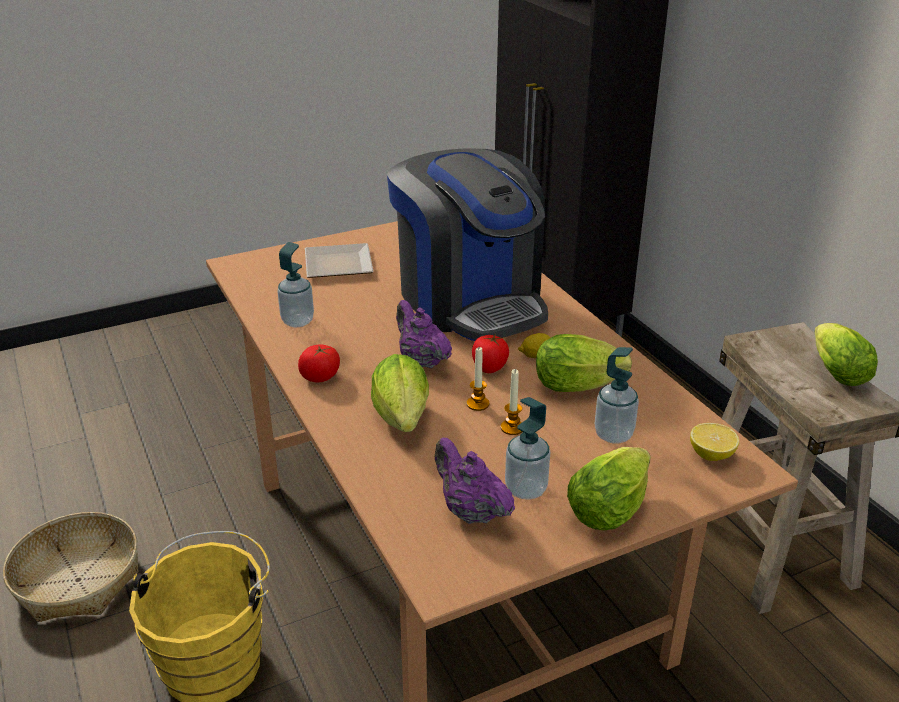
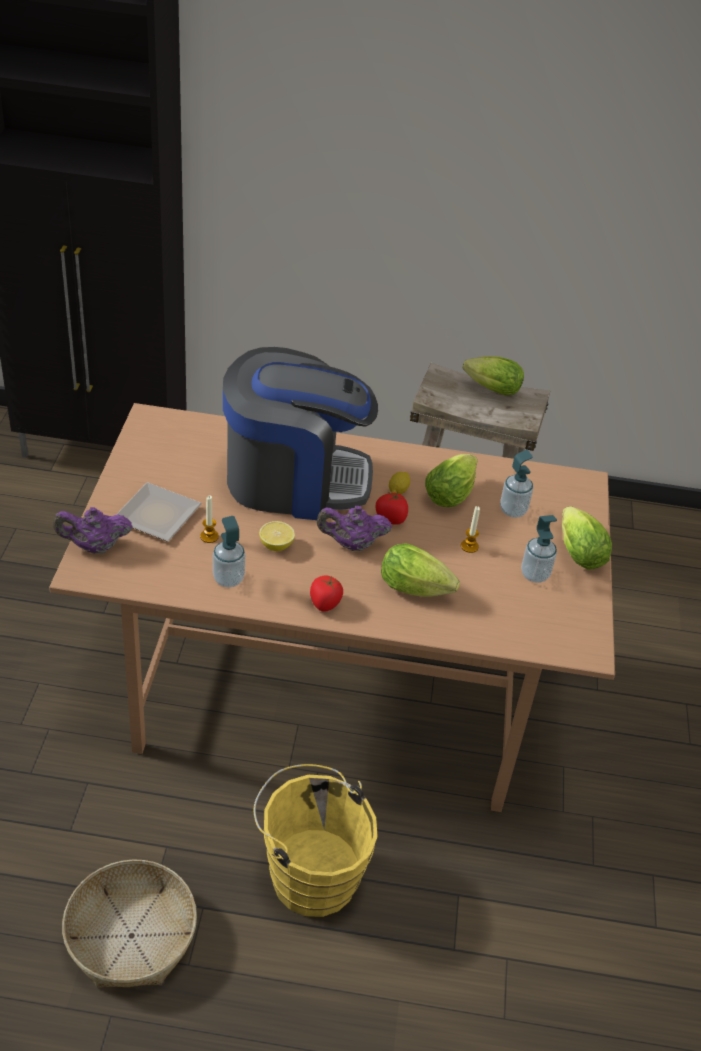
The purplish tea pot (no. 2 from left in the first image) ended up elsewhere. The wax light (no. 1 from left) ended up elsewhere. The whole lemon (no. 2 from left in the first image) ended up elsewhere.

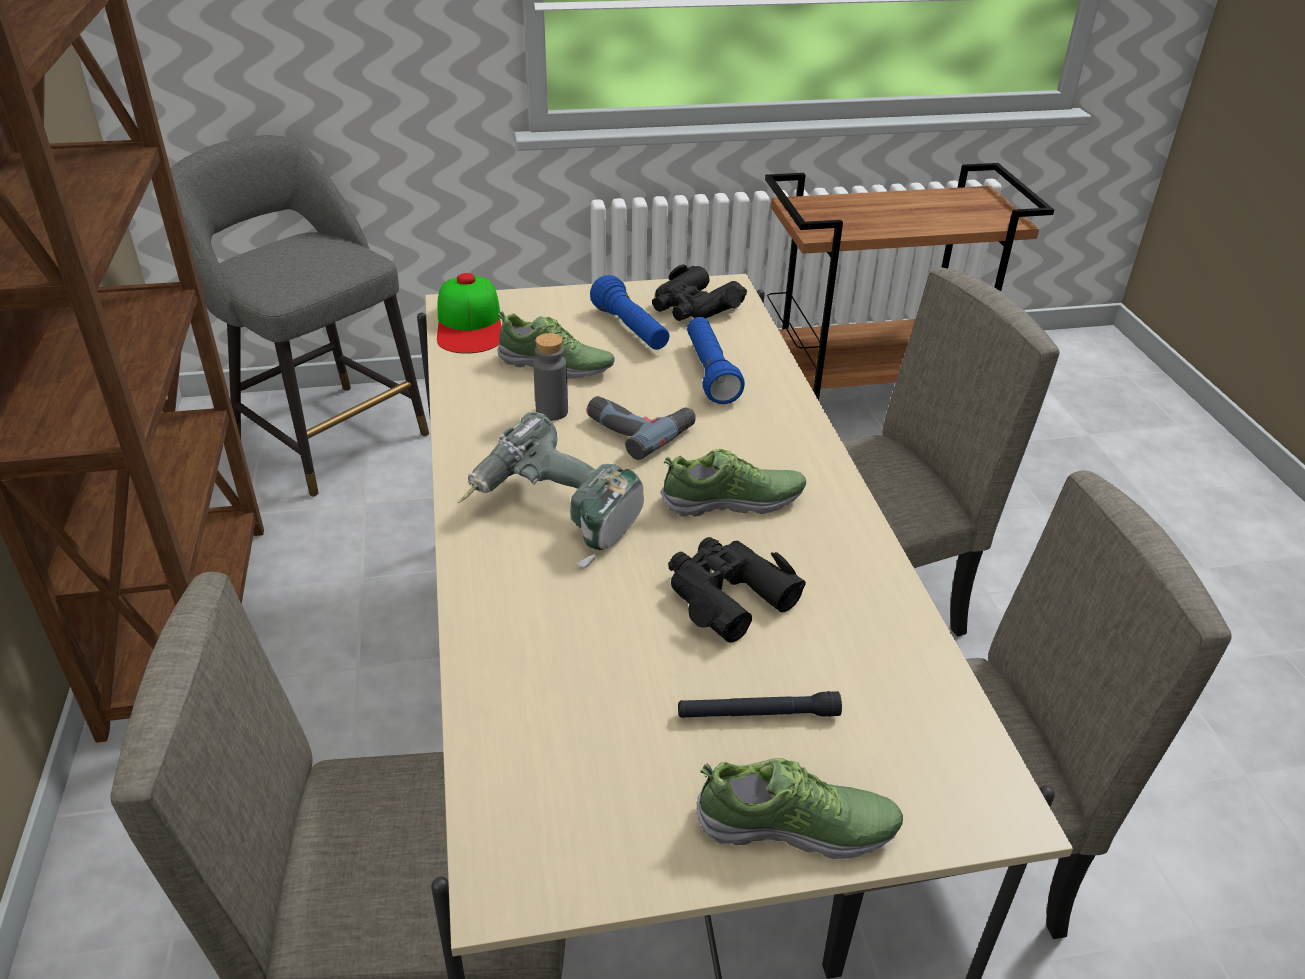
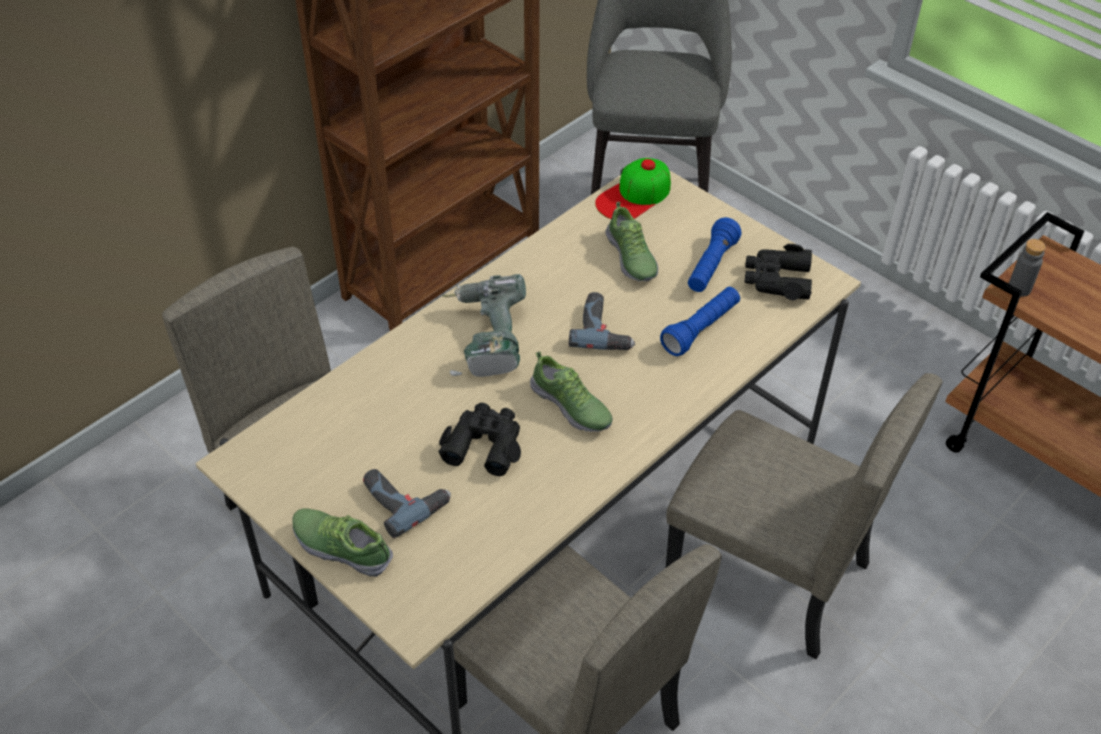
The gray beverage bottle ended up elsewhere. Where the black torch stood, the electric drill (no. 1 from left) came to stand. The shoe (no. 3 from left in the first image) ended up facing another way, 150 degrees clockwise from before.

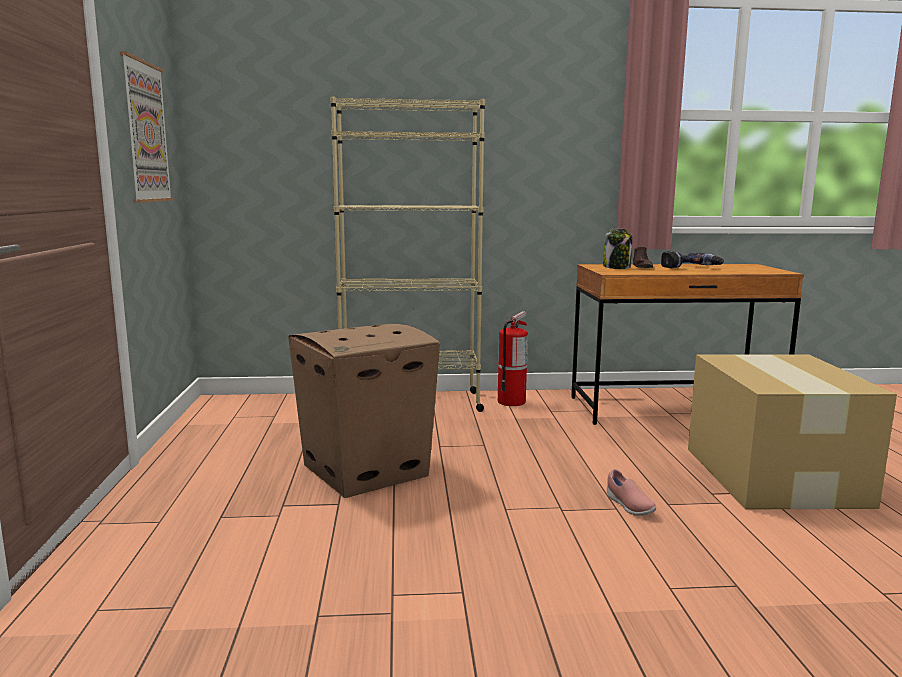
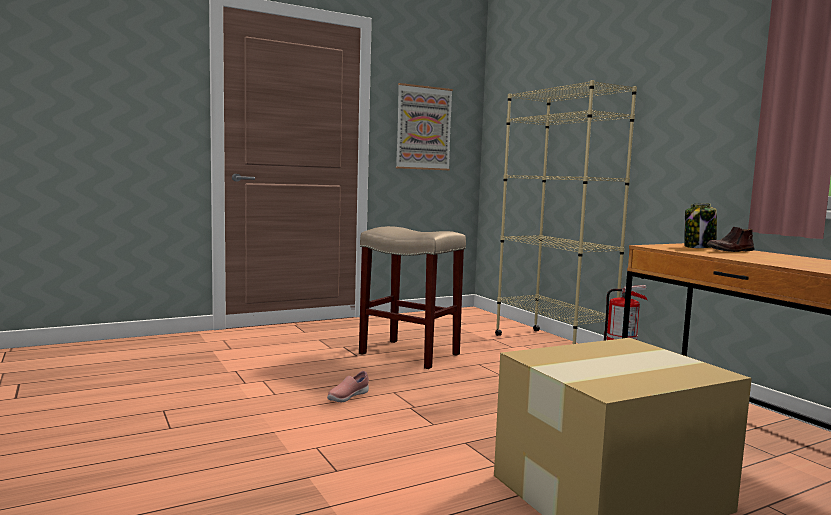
Where the carton (no. 1 from left) stood, the sand-coloured sitting stool came to stand. The pinkish shoe ended up elsewhere. The second view lost the electric drill.

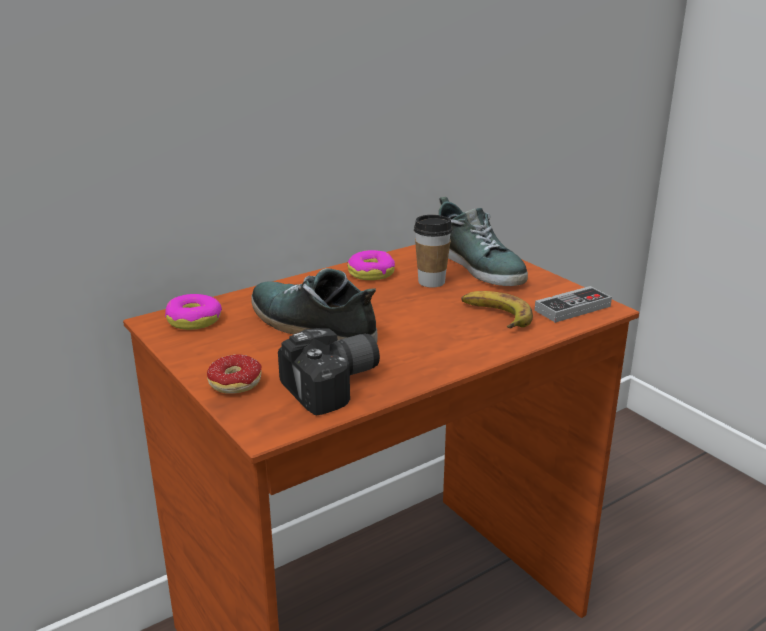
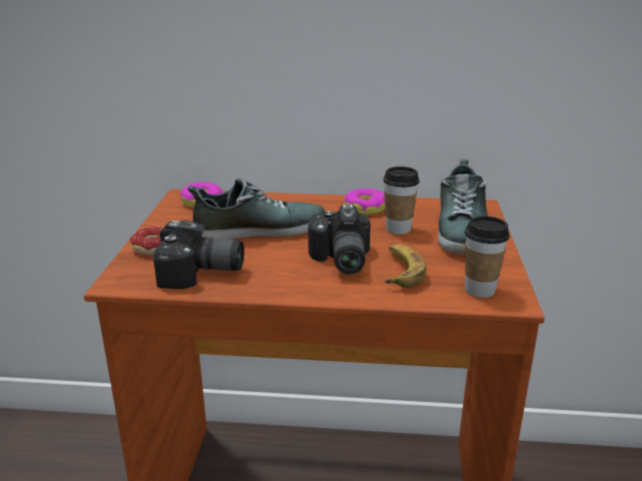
The shoe (no. 1 from left) ended up facing another way, 90 degrees clockwise from before. Where the gamepad stood, the small cup (no. 2 from left) came to stand. The second view gained the photo camera (no. 2 from left).

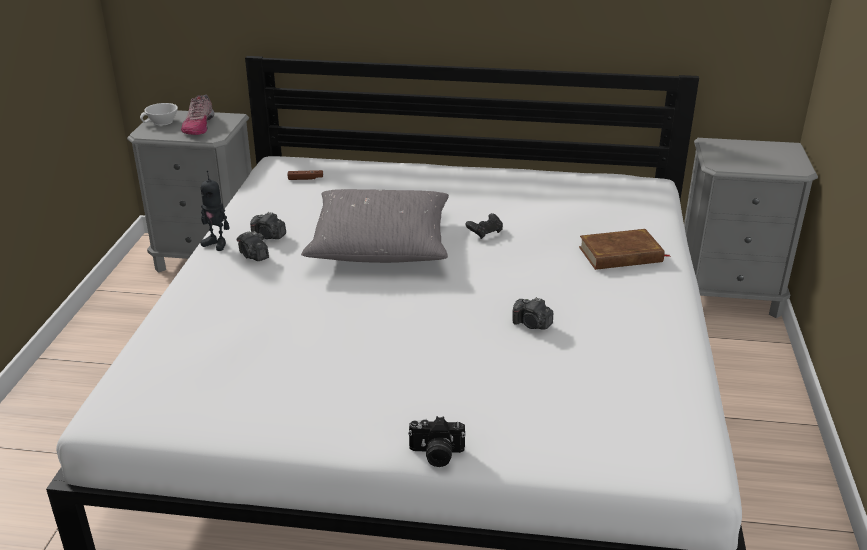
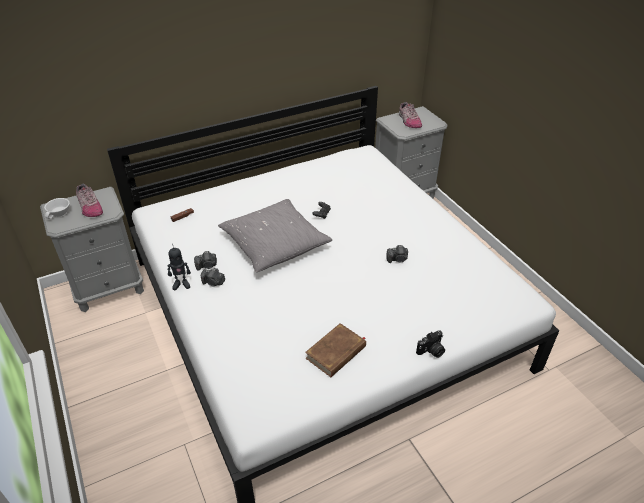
The brown-coloured bound book ended up elsewhere. The second view gained the shoe (no. 2 from left).

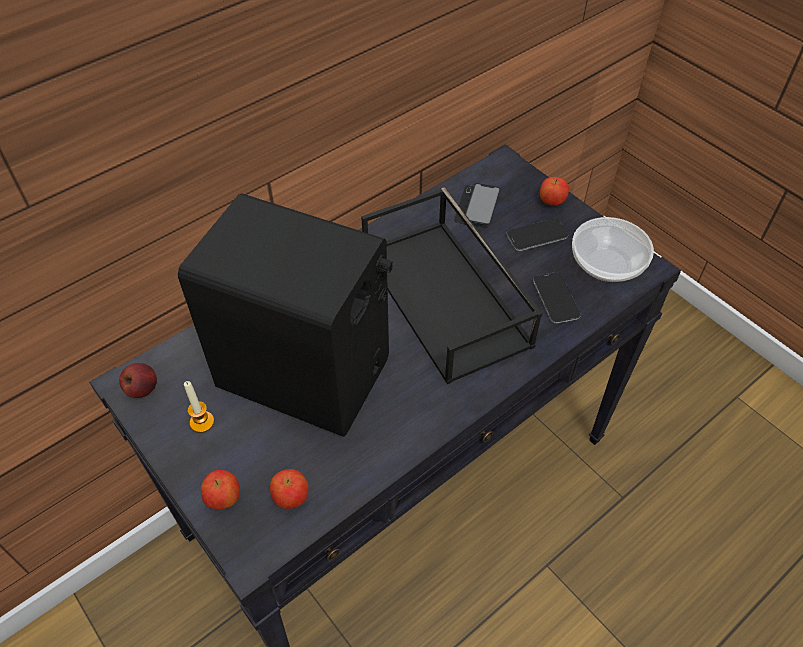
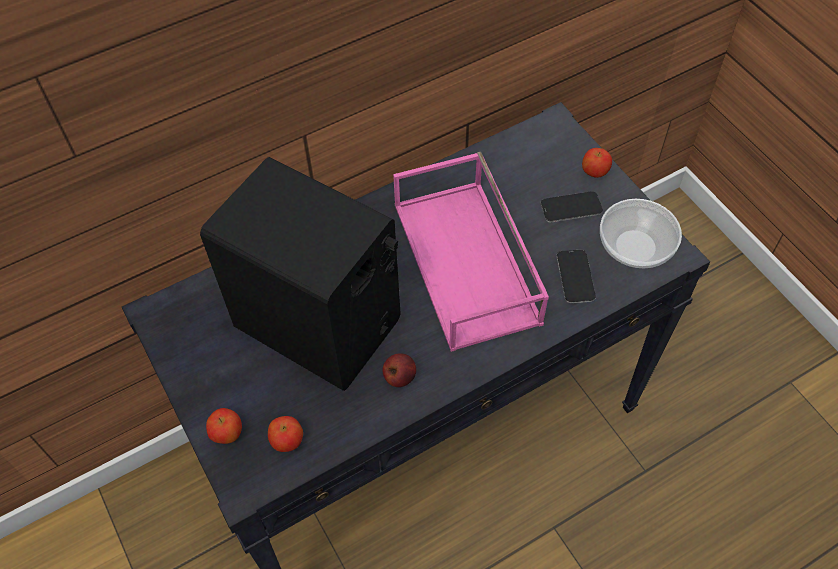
The apple (no. 1 from left in the first image) ended up elsewhere. The second view lost the wax light. What was the black tray turned into the pinkish tray. The second view lost the phone (no. 1 from left).

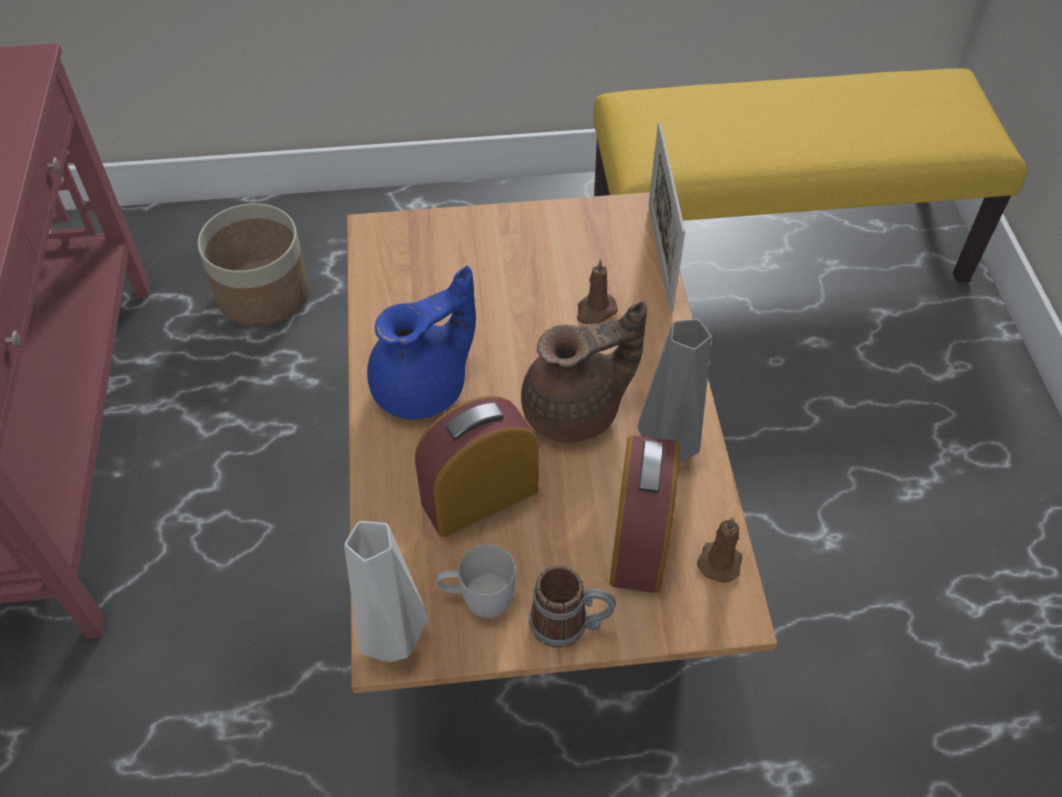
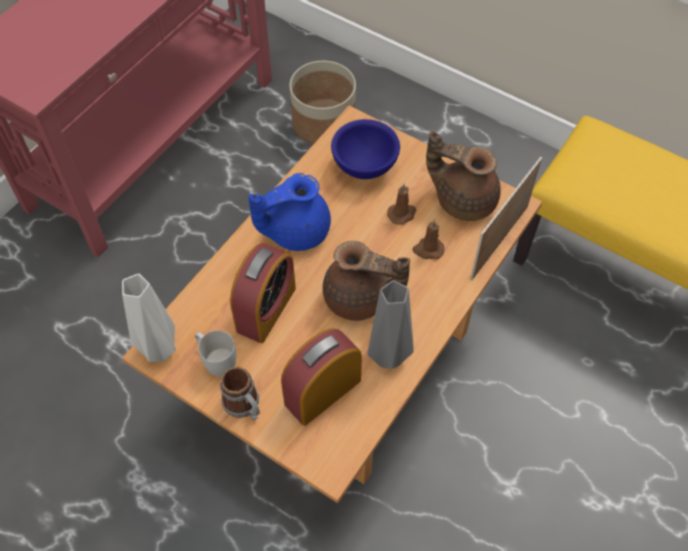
The blue tea pot ended up facing another way, 150 degrees clockwise from before. The table clock (no. 1 from left) ended up facing another way, 105 degrees clockwise from before. The brown-coloured wax light (no. 2 from left in the first image) ended up elsewhere. The second view gained the blue bowl. The second view gained the brown-coloured tea pot (no. 2 from left).

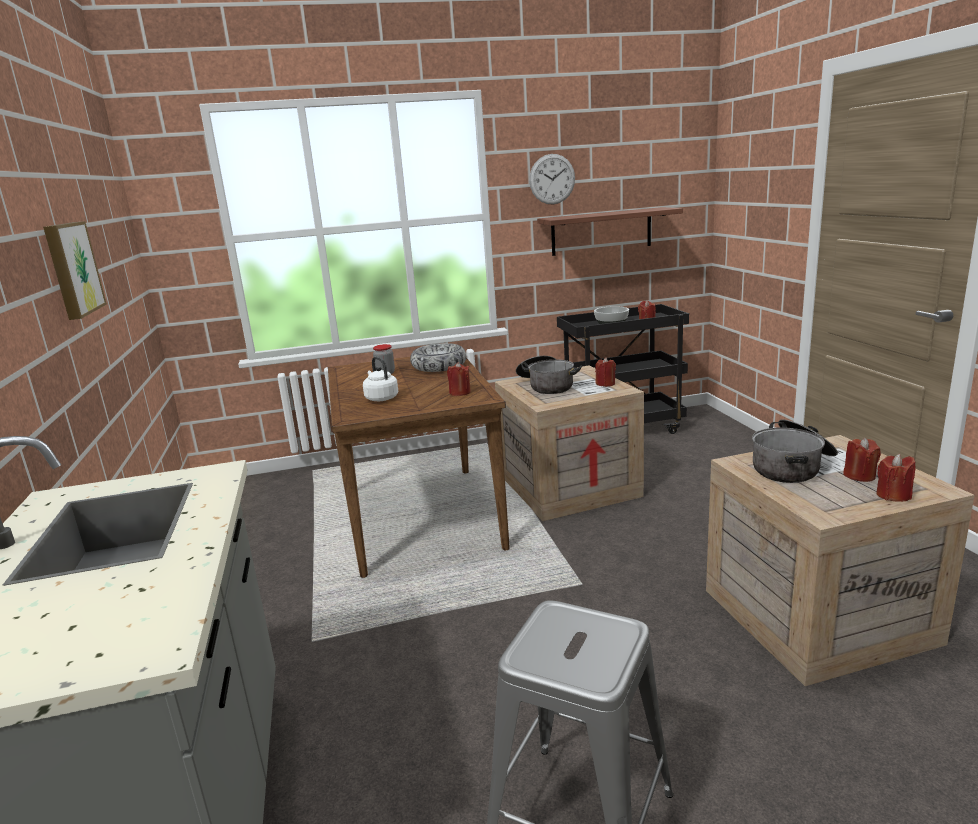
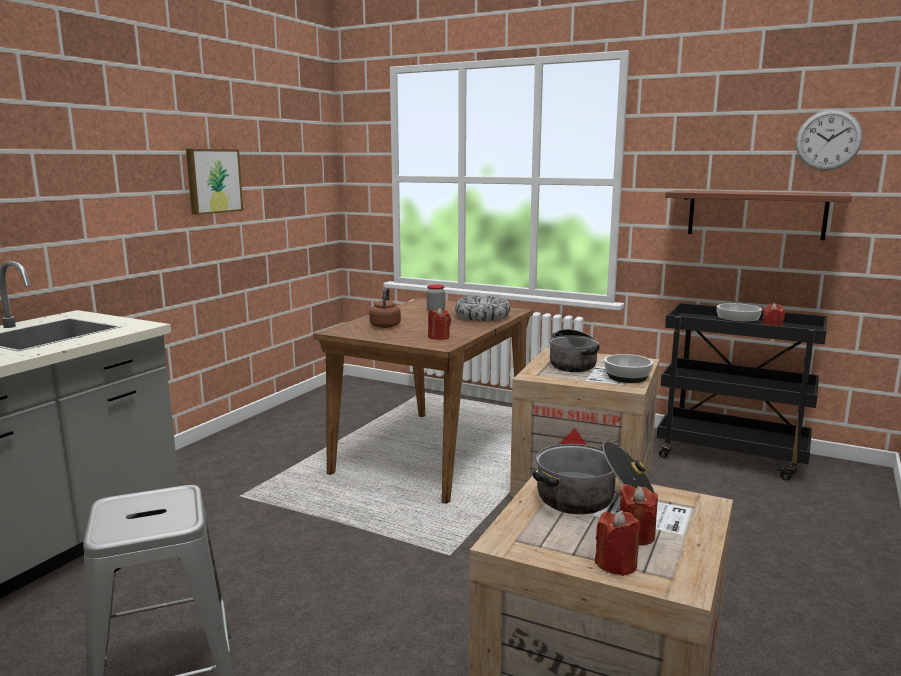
What was the white-coloured tea kettle turned into the brown-coloured tea kettle. The hanging clock ended up elsewhere. Where the reddish wax light (no. 2 from left) stood, the bowl (no. 2 from left) came to stand.

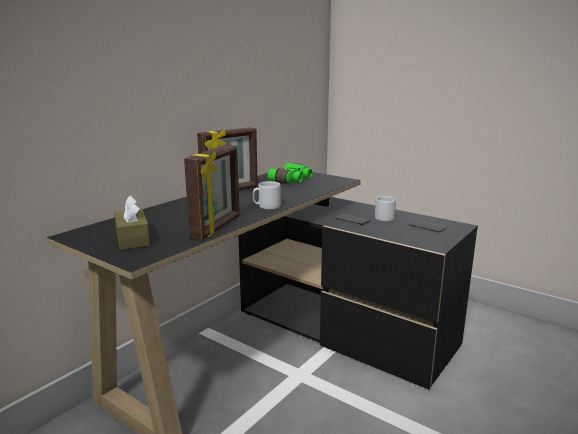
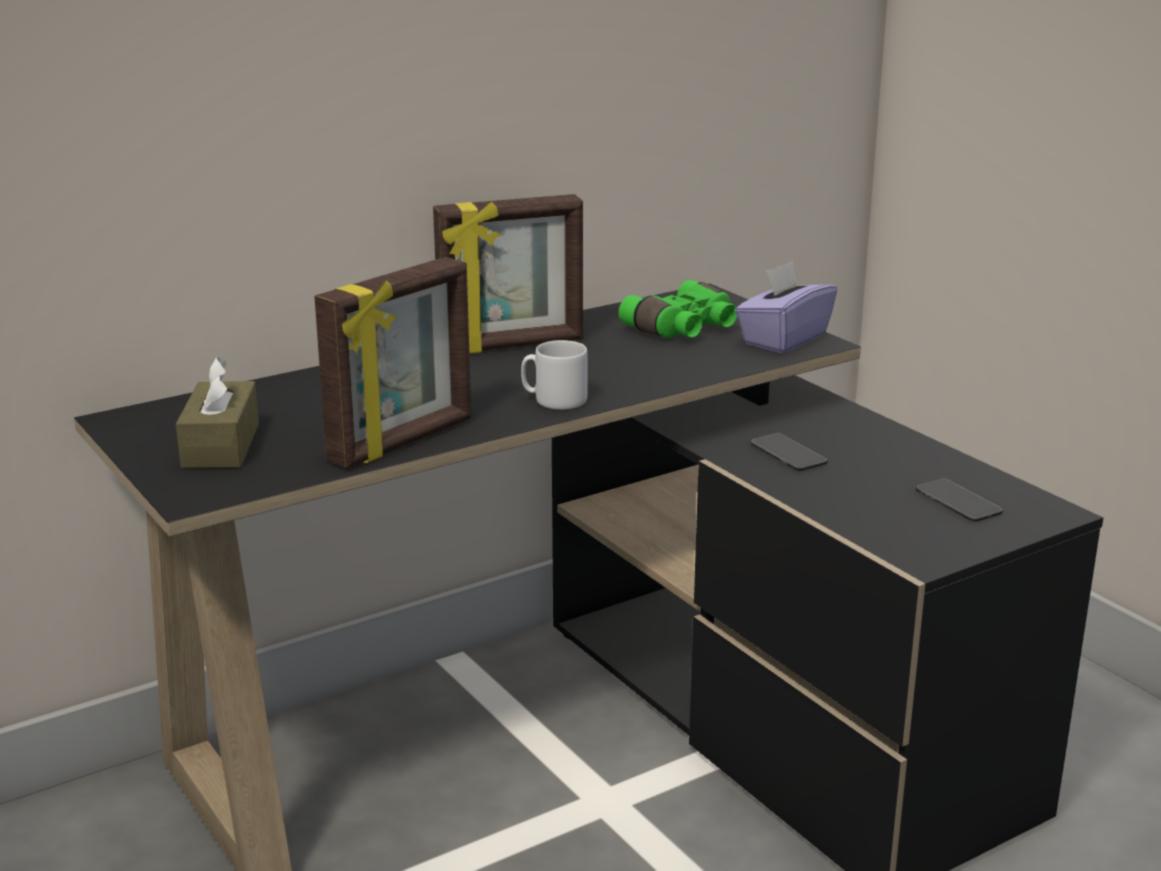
The second view lost the gray mug (no. 2 from left). The second view gained the purplish tissue box.

